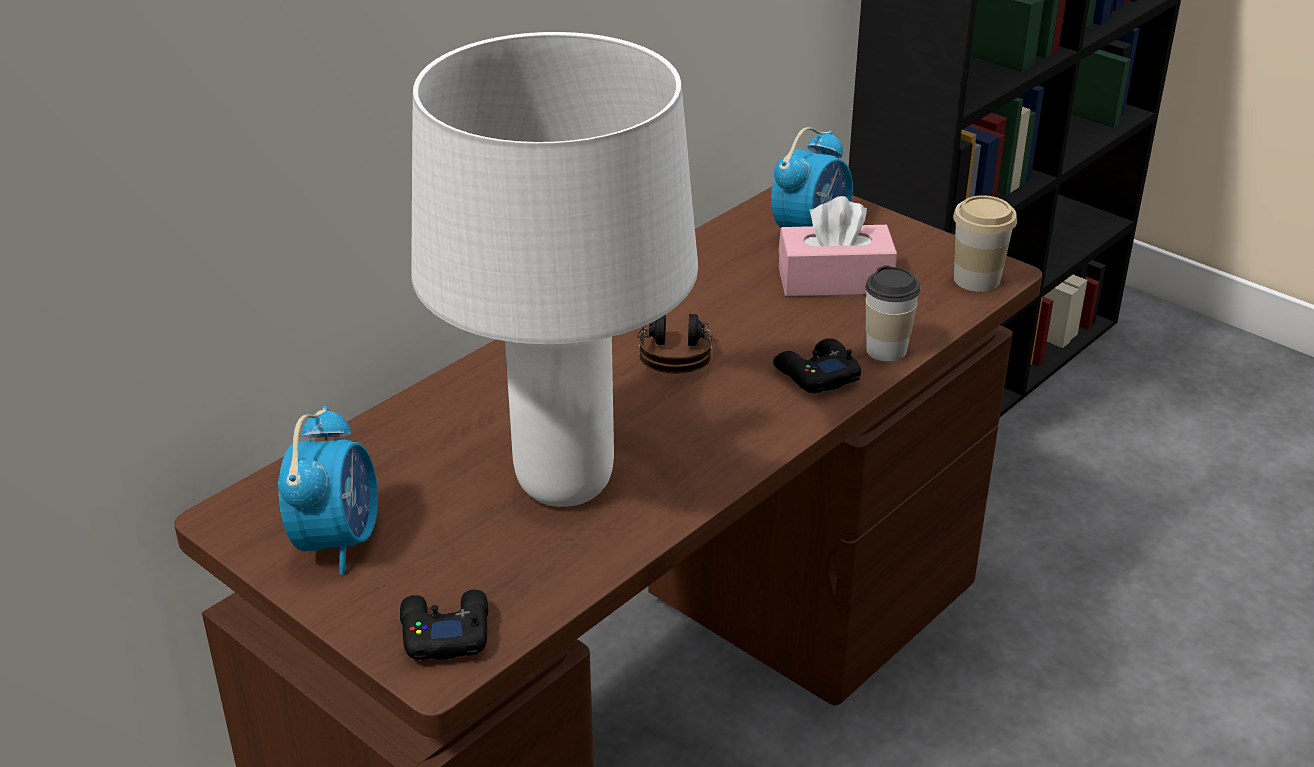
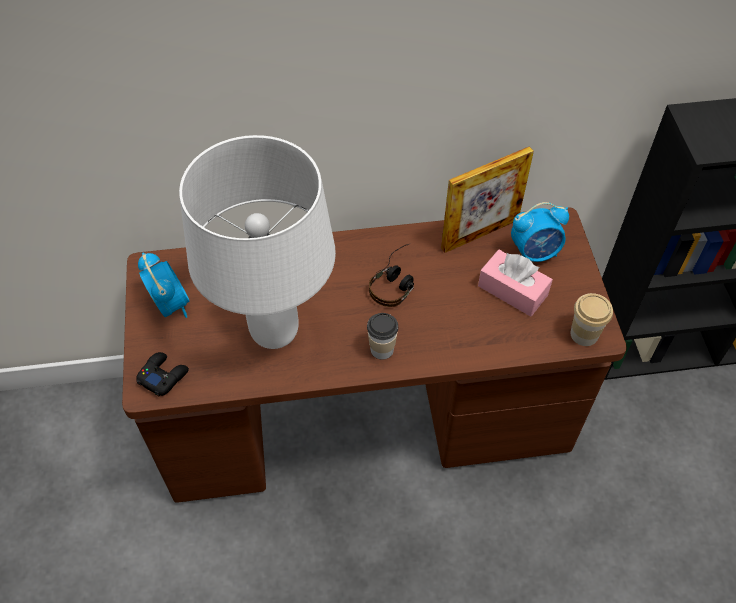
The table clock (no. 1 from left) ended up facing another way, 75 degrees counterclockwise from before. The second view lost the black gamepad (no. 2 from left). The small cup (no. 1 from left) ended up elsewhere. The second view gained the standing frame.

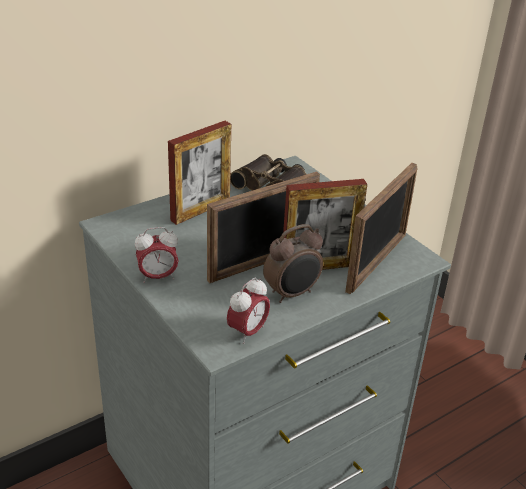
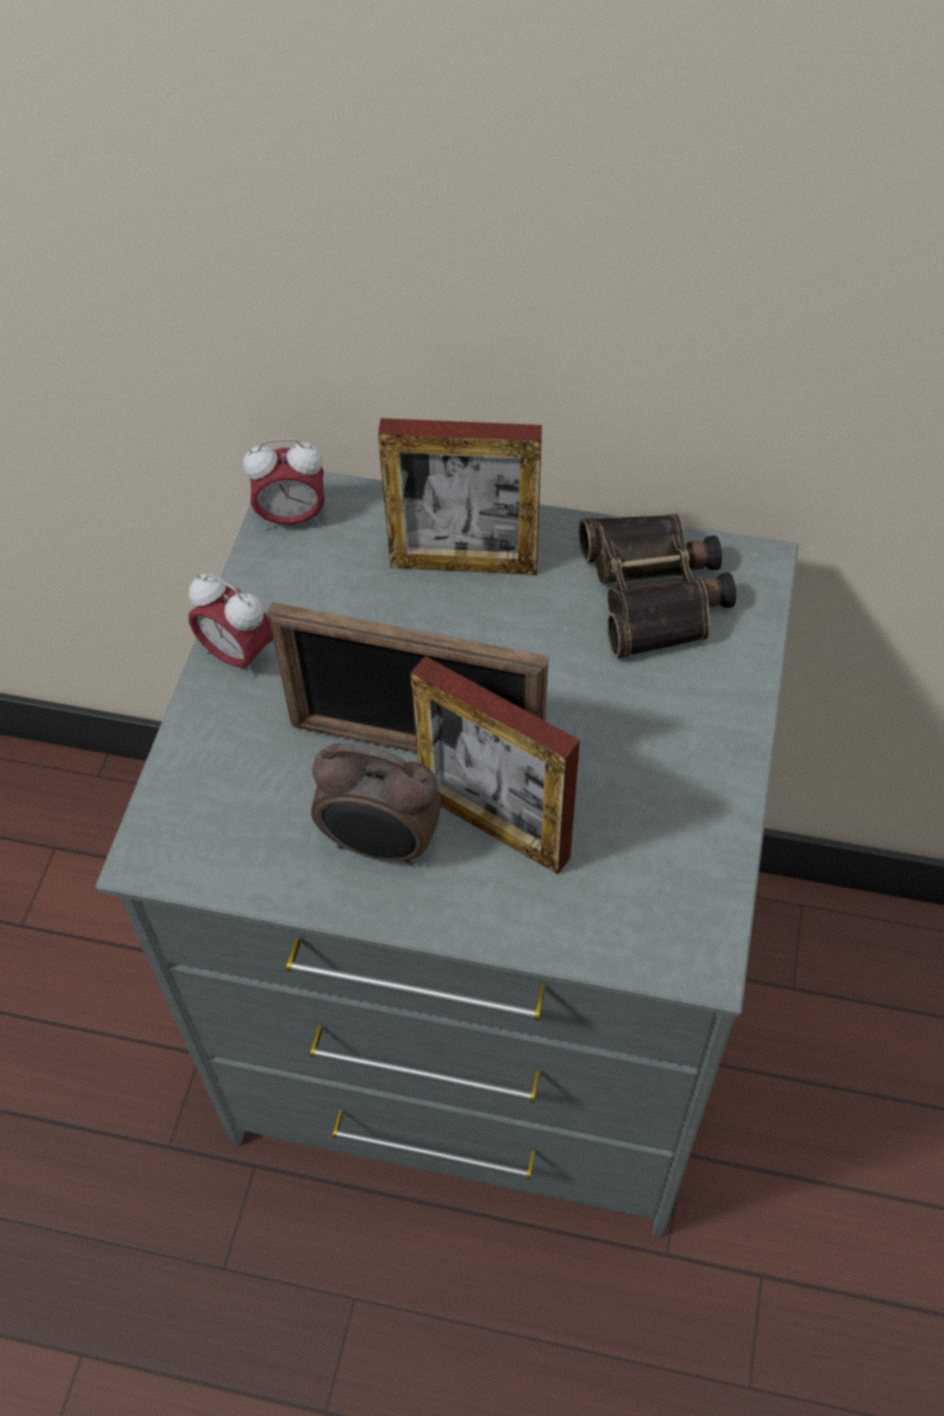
The table clock (no. 2 from left) ended up elsewhere. The second view lost the standing frame (no. 4 from left).

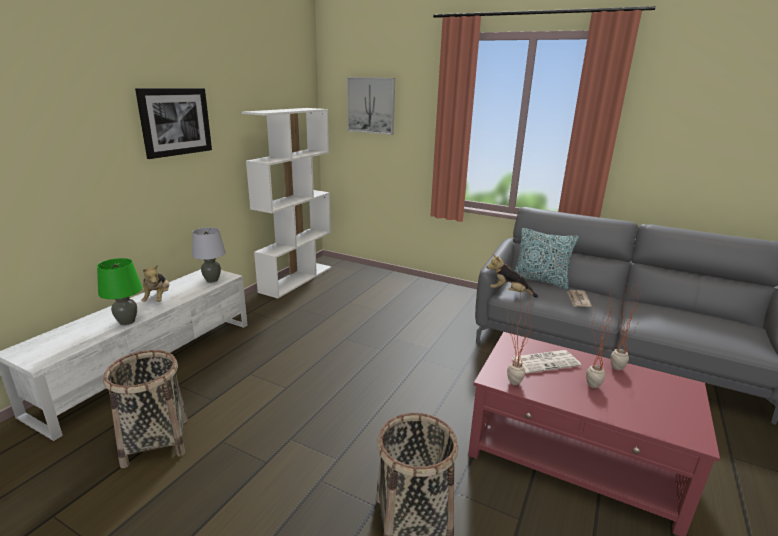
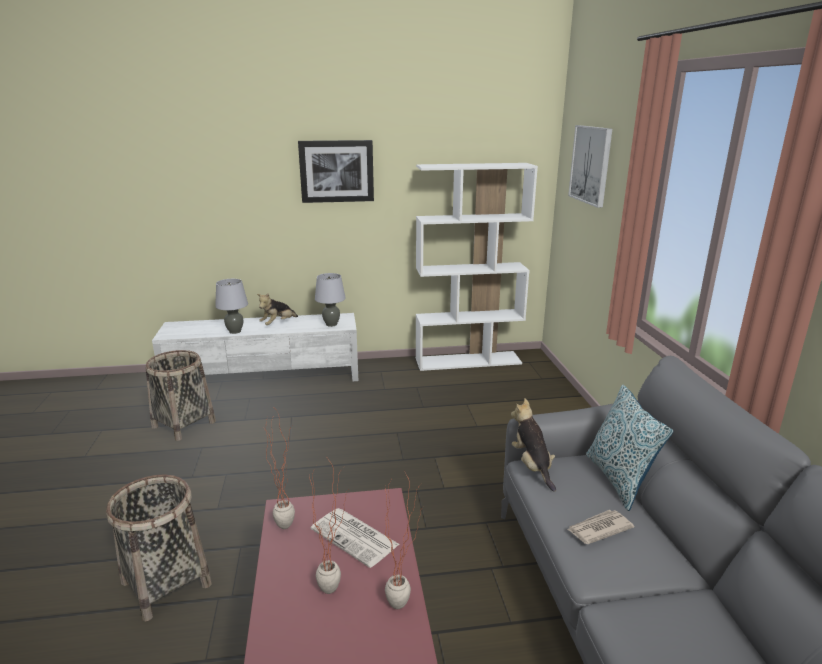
What was the greenish tabletop lamp turned into the gray tabletop lamp (no. 1 from left).

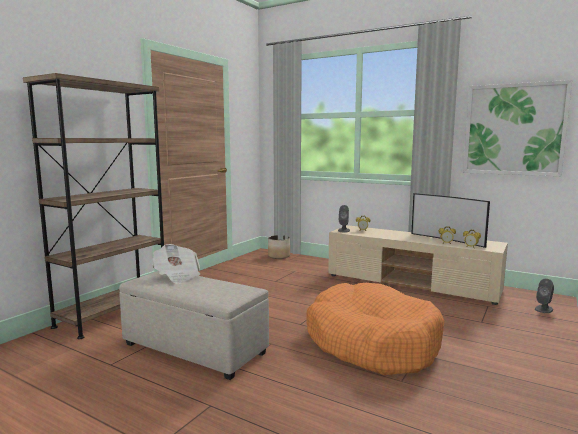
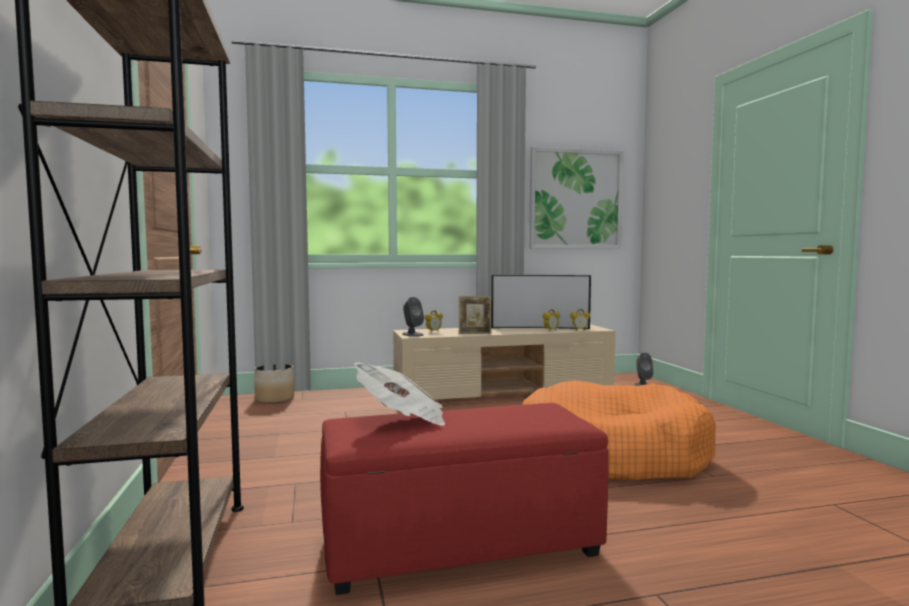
What was the sand-coloured ottoman turned into the reddish ottoman. The second view gained the standing frame.

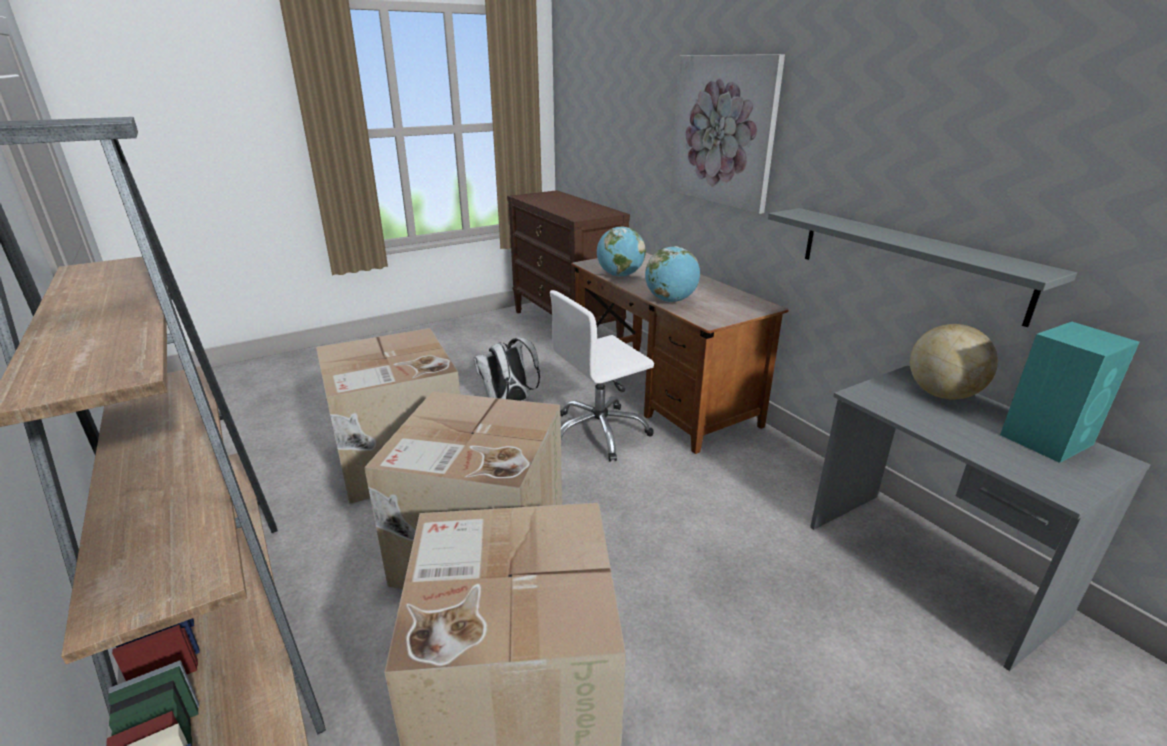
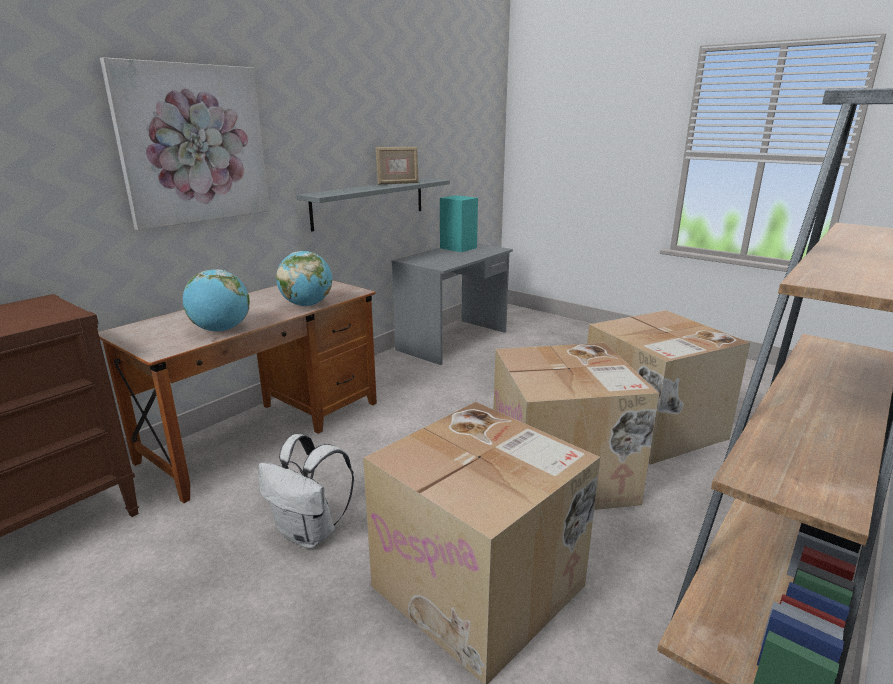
The second view lost the white-coloured desk chair. The second view lost the desk globe (no. 3 from left). The second view gained the standing frame.

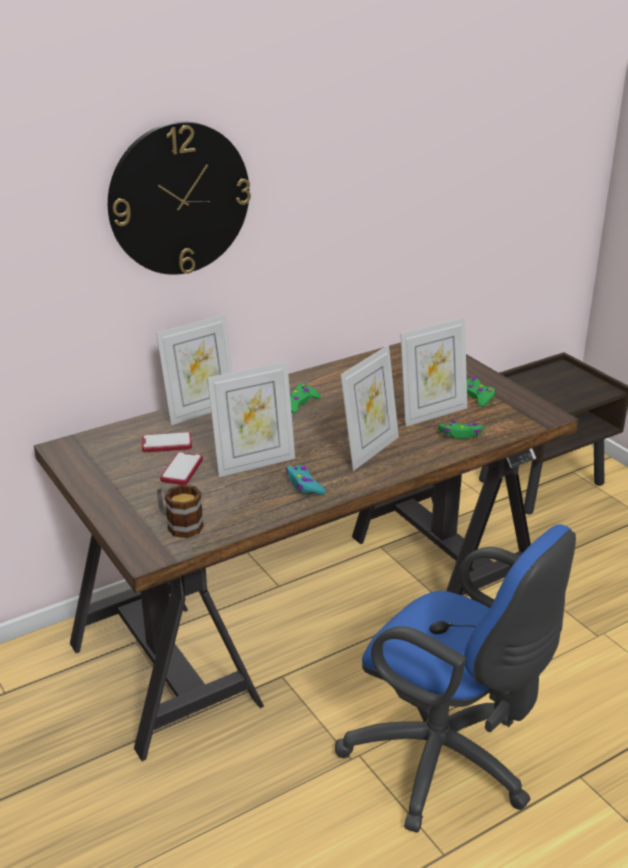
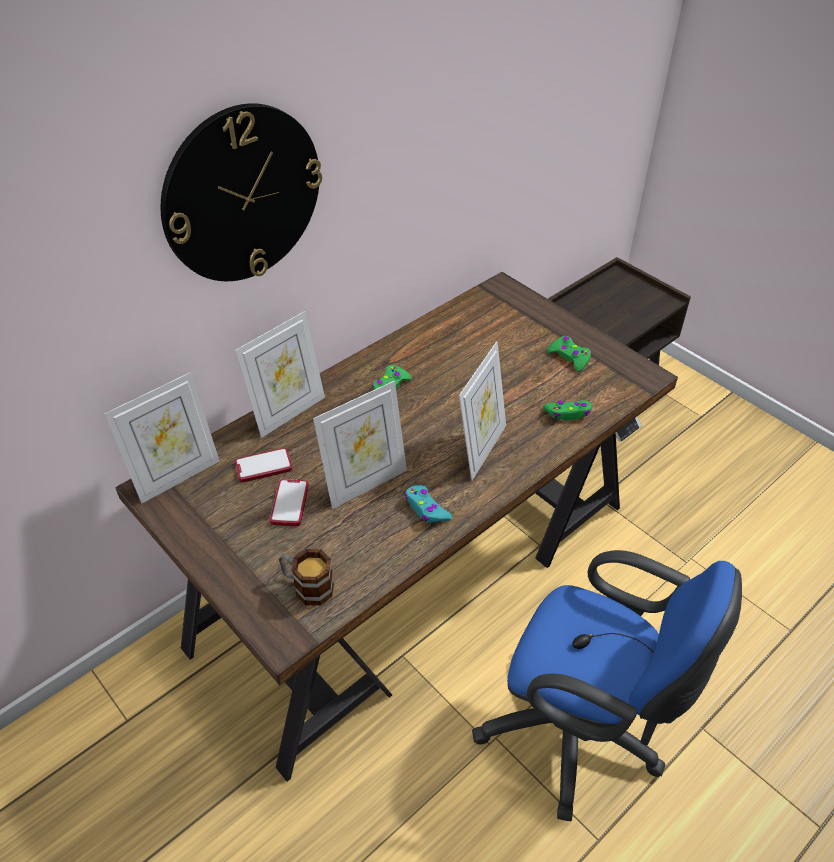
The standing frame (no. 4 from left in the first image) ended up elsewhere.

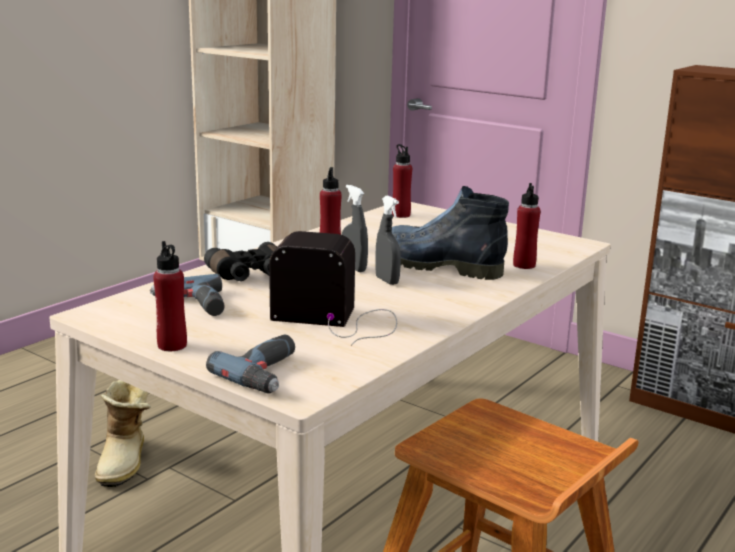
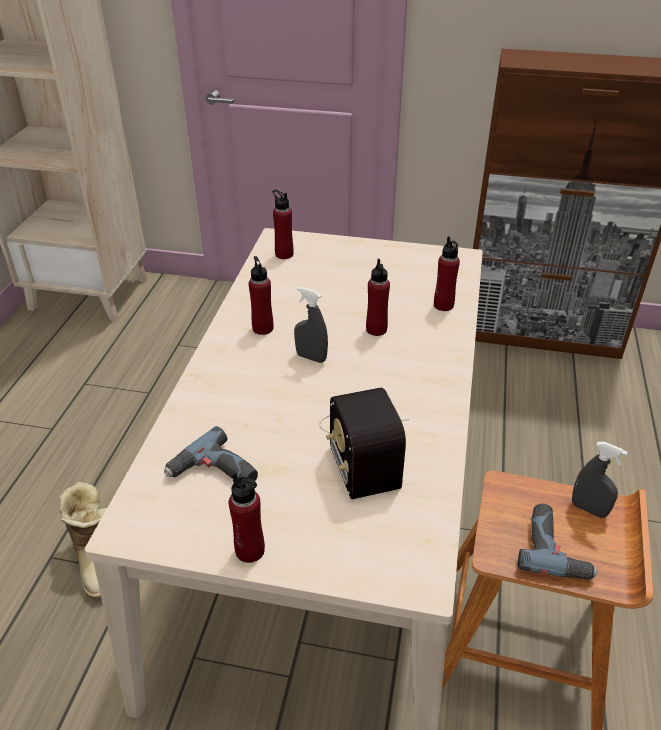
The second view lost the black field glasses. The electric drill (no. 2 from left) ended up elsewhere. The radio set ended up facing another way, 90 degrees counterclockwise from before. The gray hand sprayer (no. 2 from left) ended up elsewhere. Where the tall boot (no. 2 from left) stood, the reddish beverage bottle (no. 4 from left) came to stand.

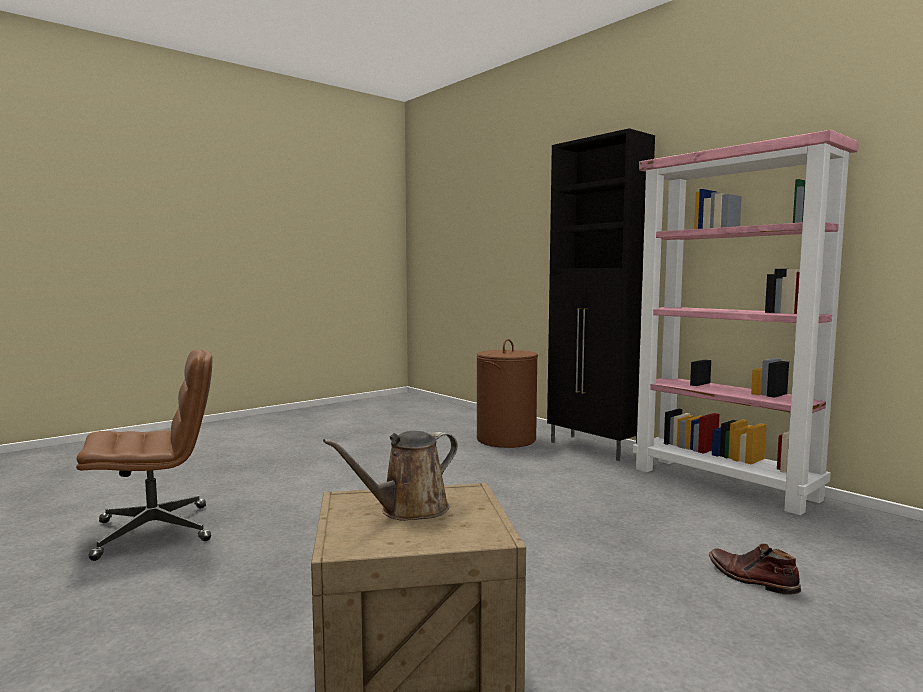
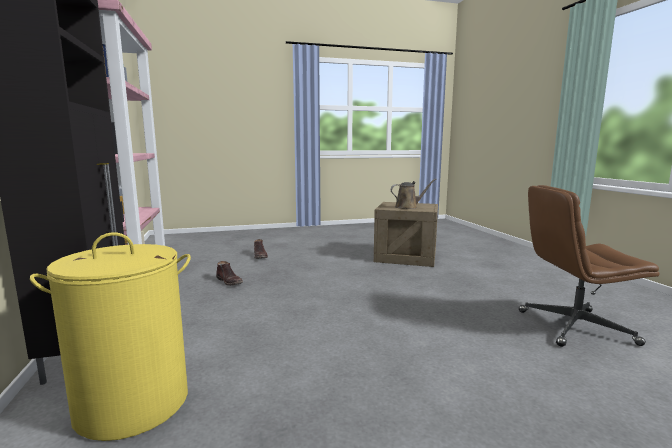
What was the brown-coloured hamper turned into the yellowish hamper. The second view gained the brown-coloured tall boot (no. 1 from left).

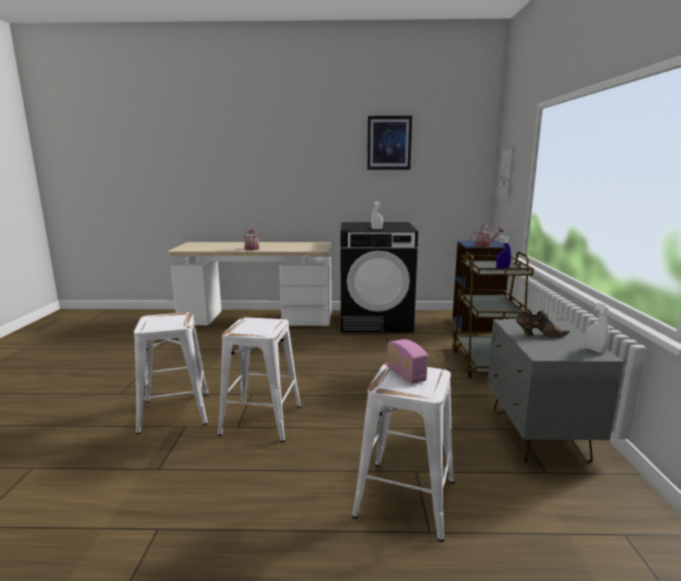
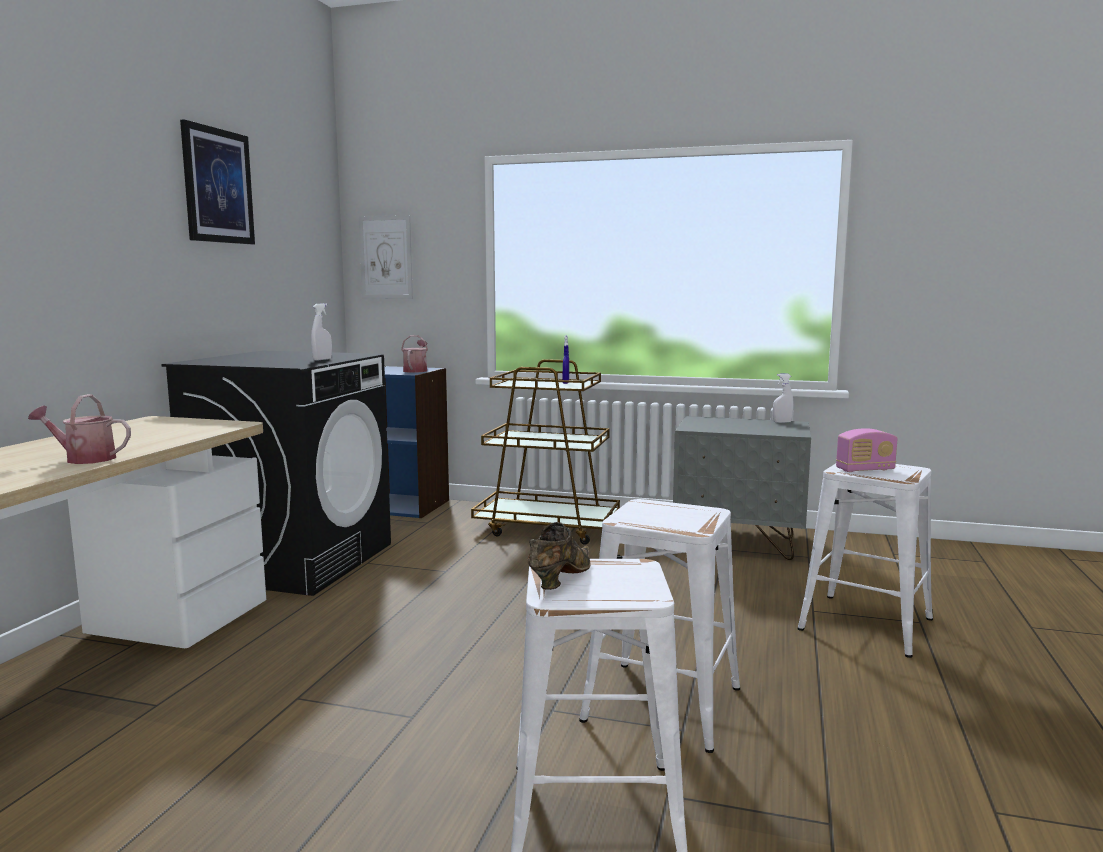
The brown-coloured shoe ended up elsewhere.

